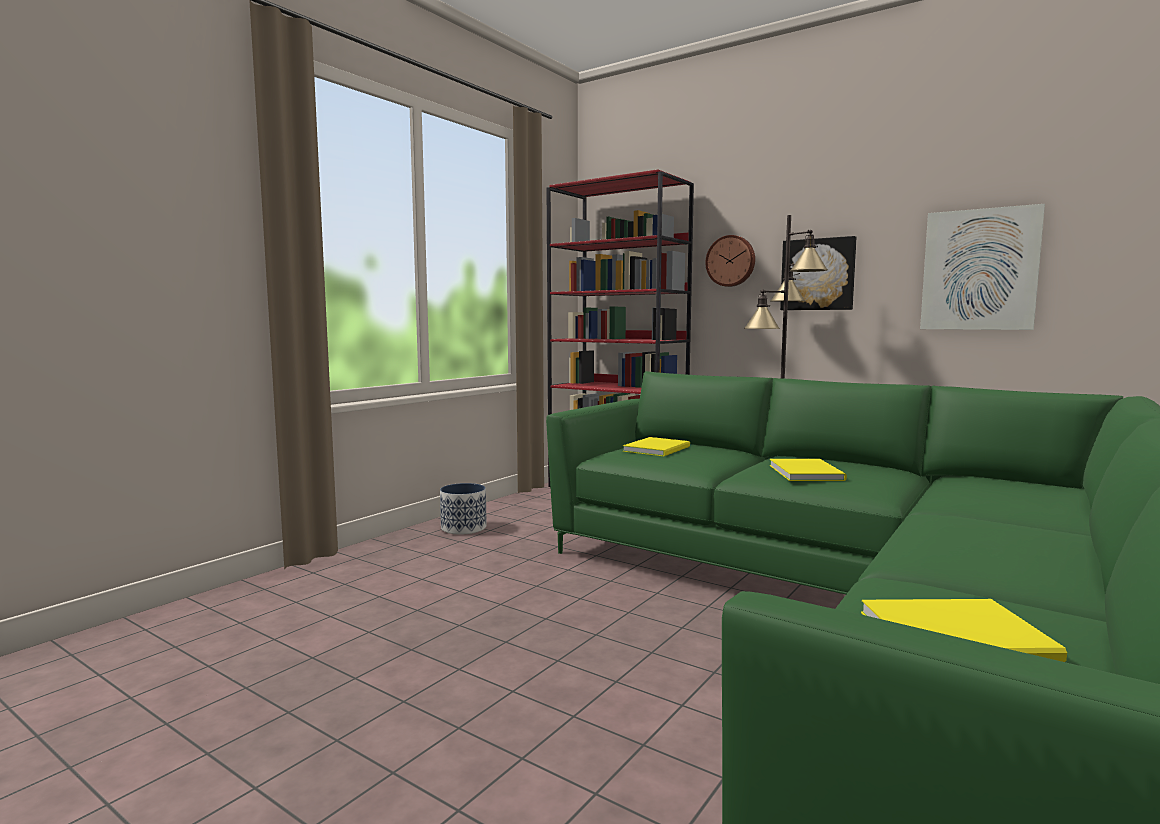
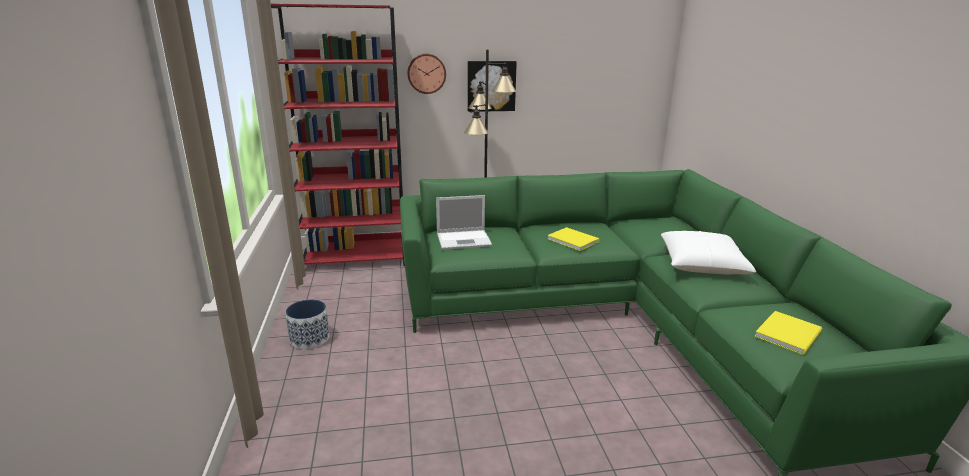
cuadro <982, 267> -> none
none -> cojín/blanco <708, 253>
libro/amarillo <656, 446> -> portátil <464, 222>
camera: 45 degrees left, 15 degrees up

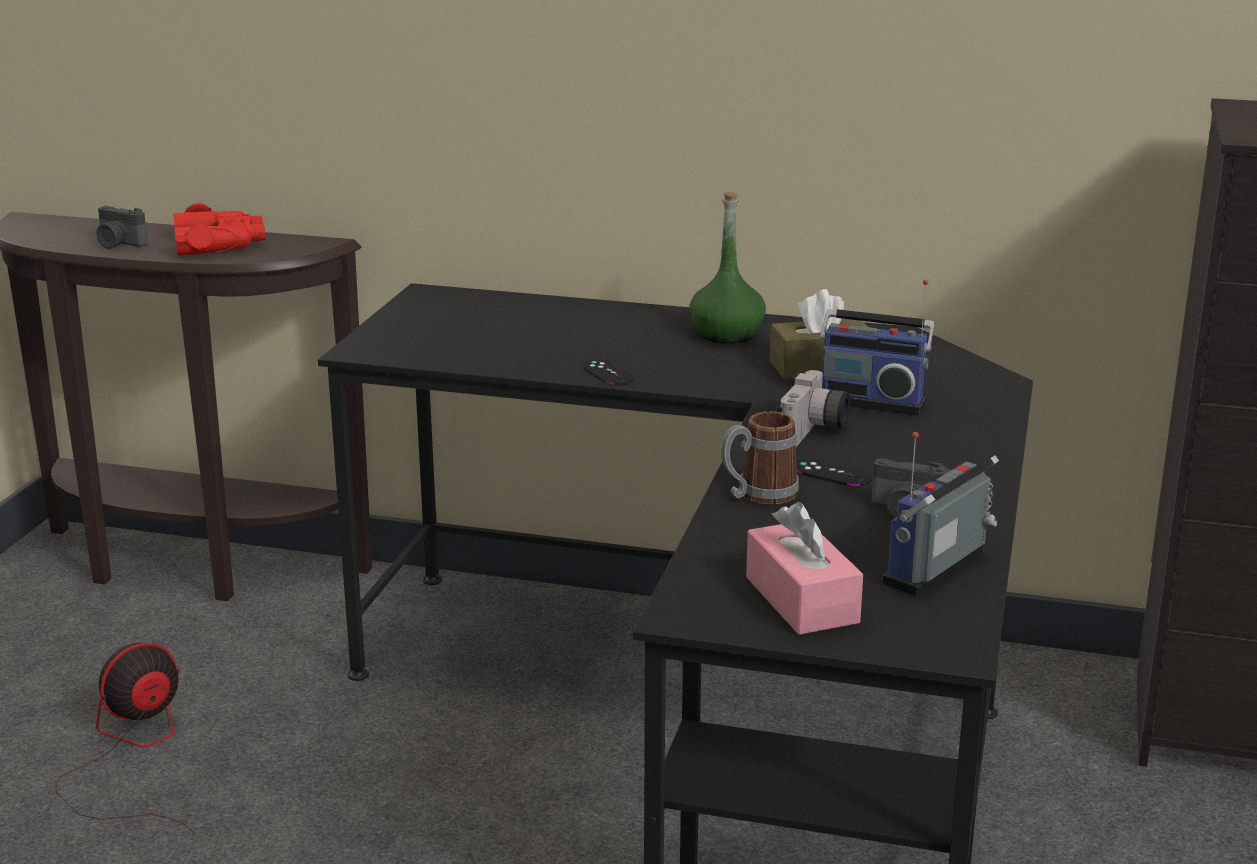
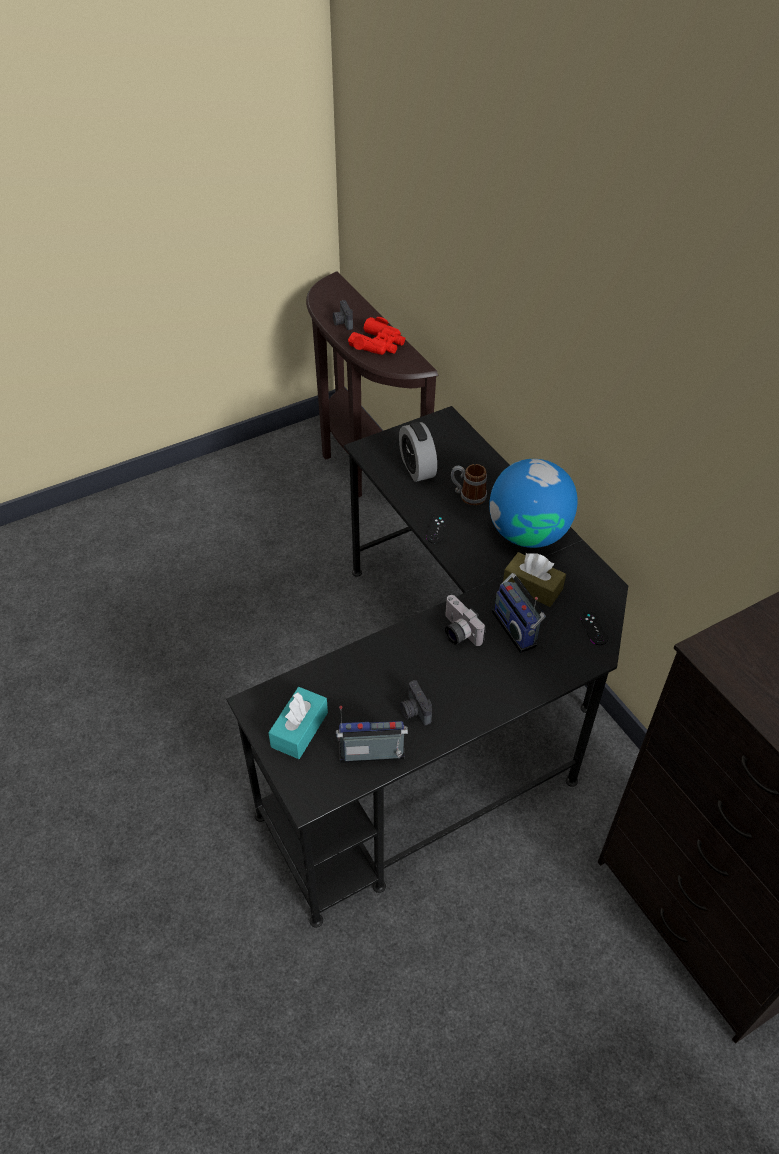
ventilador <125, 738> -> none
none -> despertador <418, 452>
taza grande <760, 457> -> taza grande <469, 484>, move
mando de consola/negro <834, 472> -> mando de consola/negro <594, 628>, move
botella/verde <727, 267> -> globo terráqueo <533, 503>
caja de pañuelos/rosa <804, 568> -> caja de pañuelos/turquesa <298, 723>
cámara <813, 408> -> cámara <465, 620>, 75 degrees clockwise
camera: 45 degrees right, 25 degrees up

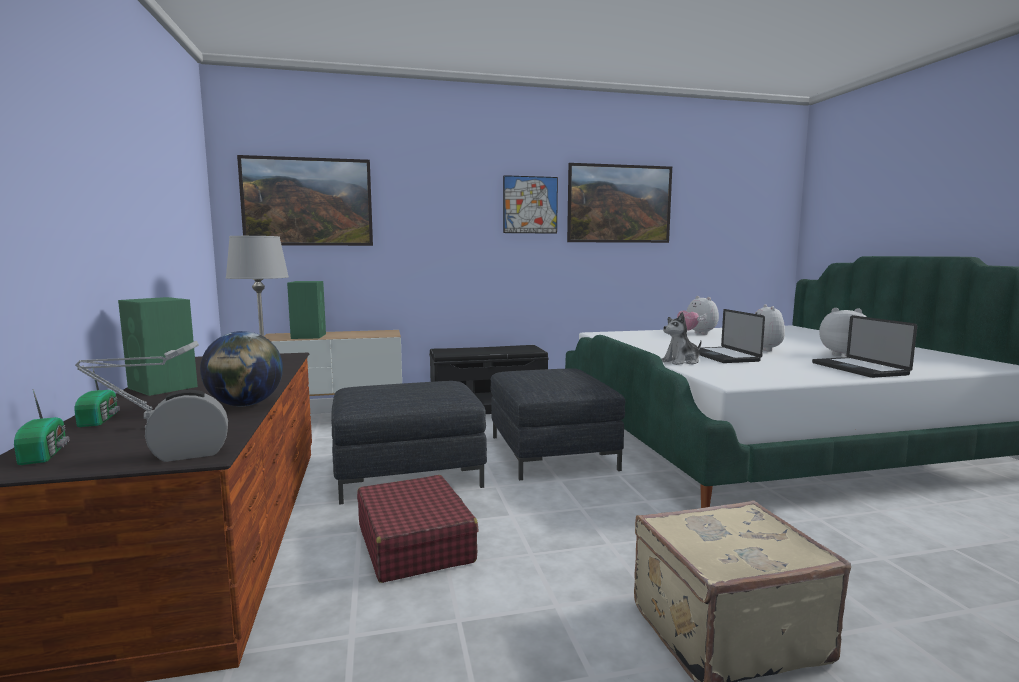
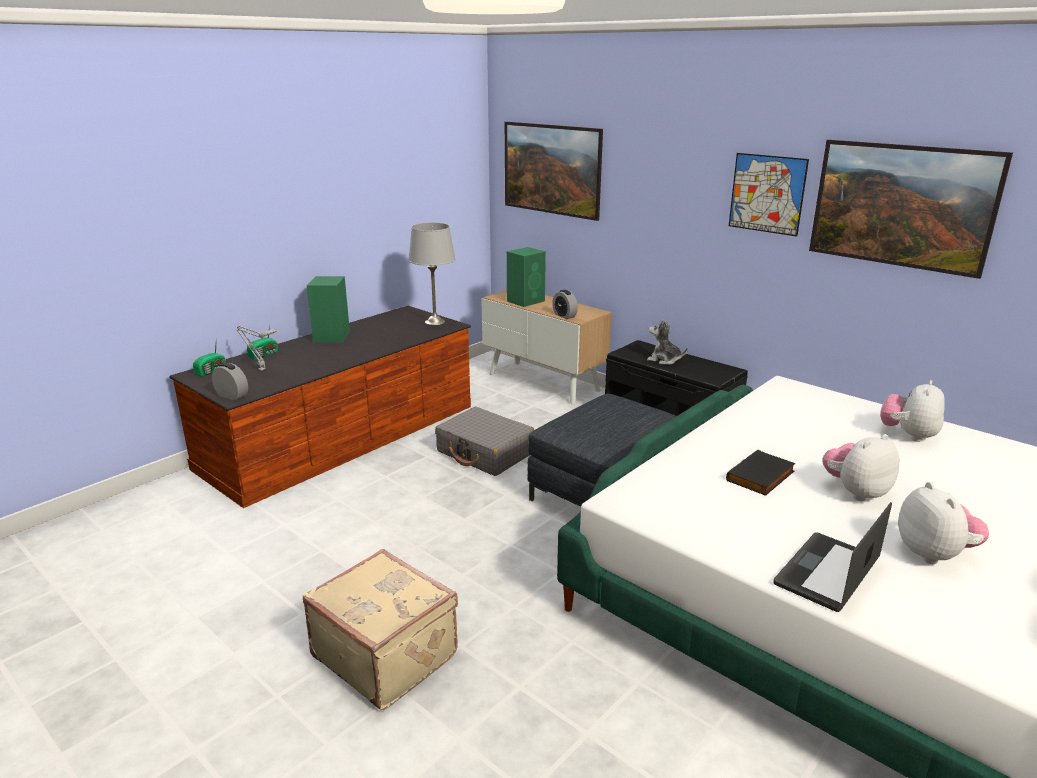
globo terráqueo <241, 368> -> none
maleta/rojo <417, 529> -> none
none -> despertador <565, 304>
peluche <681, 338> -> peluche <667, 342>, move
puf/gris <409, 443> -> maleta/gris <484, 441>
portátil <732, 336> -> libro/negro <761, 473>
camera: 55 degrees right, 15 degrees up

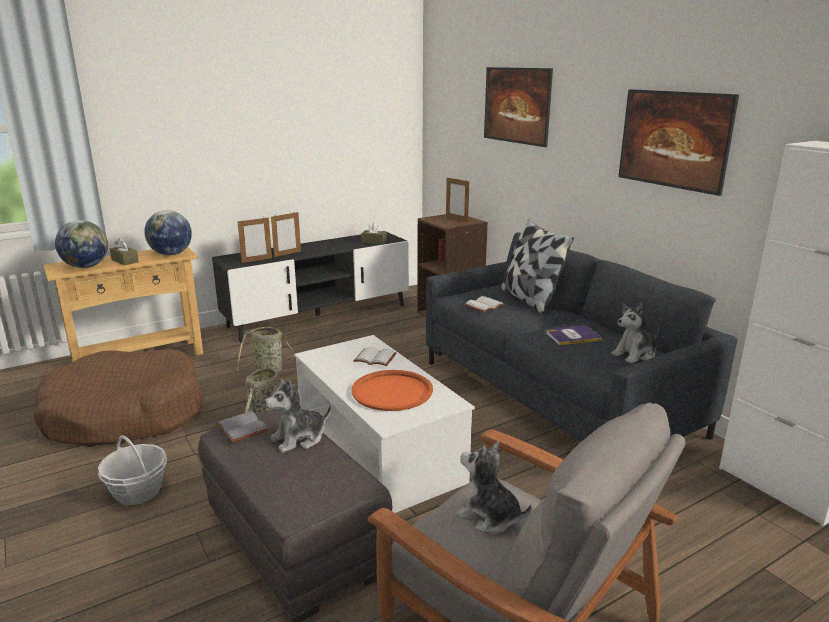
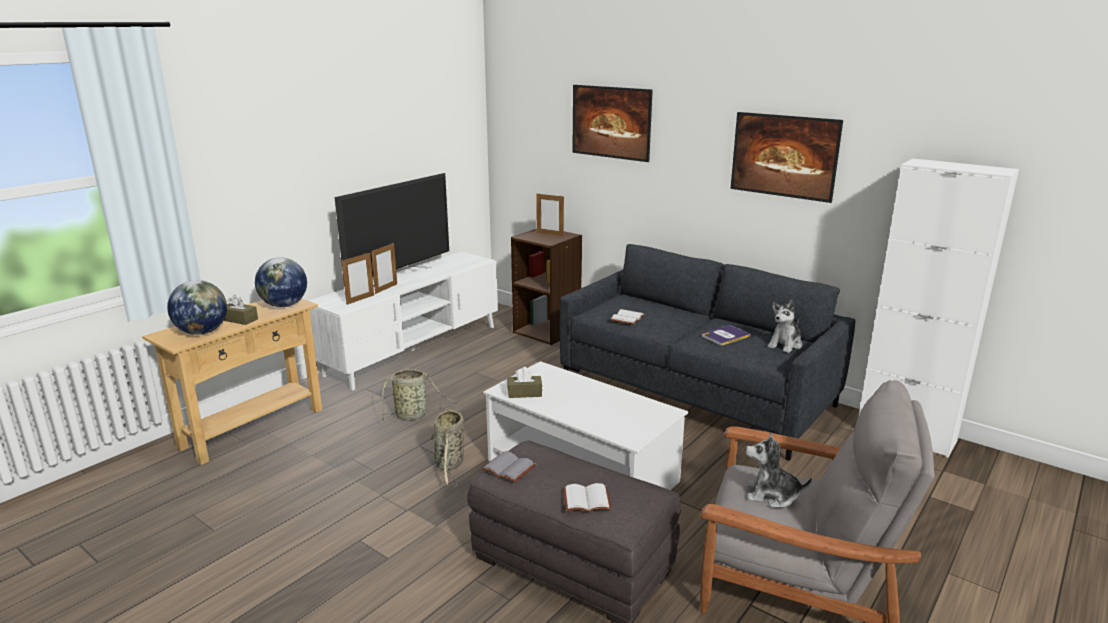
cama para perro/marrón <118, 397> -> none
cesta <132, 470> -> none
peluche <297, 415> -> none
bandeja/naranja <392, 390> -> none
cojín <537, 266> -> none
none -> televisor <392, 230>
libro/blanco <375, 356> -> libro/blanco <587, 497>, move
caja de pañuelos/marrón <374, 233> -> caja de pañuelos/marrón <524, 382>, move
mueble de televisión/negro <310, 286> -> mueble de televisión/blanco <403, 321>
camera: 20 degrees left, 0 degrees up

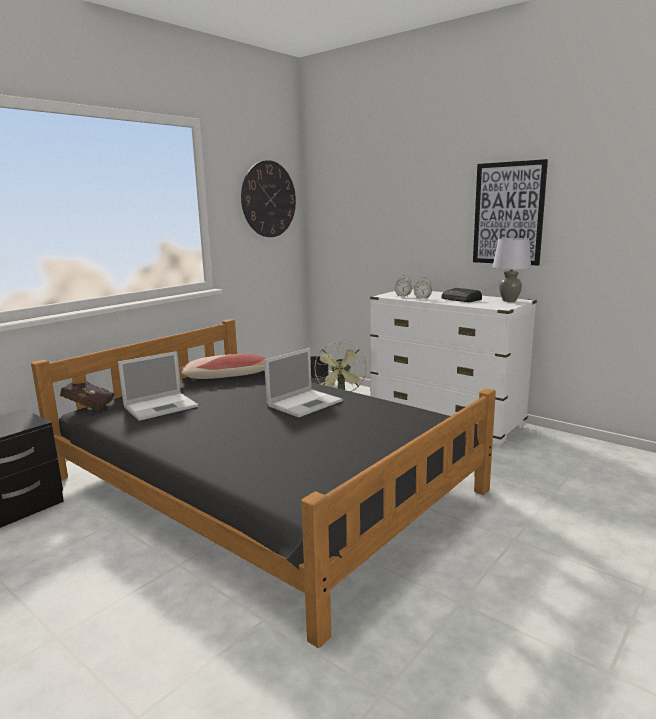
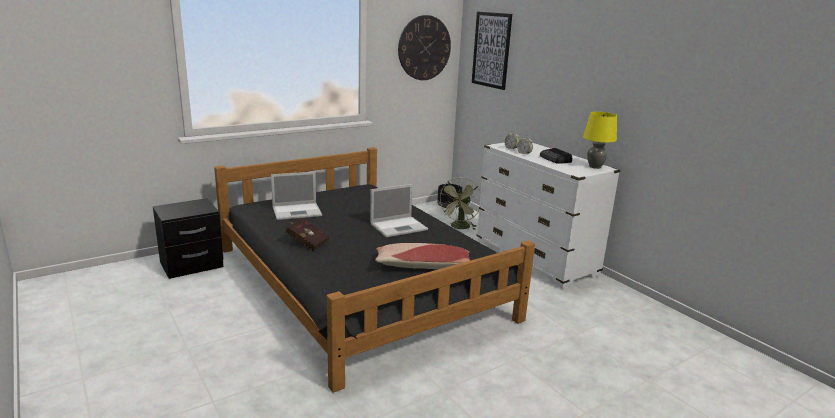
libro/rojo <87, 396> -> libro/rojo <307, 234>, move
cojín <222, 366> -> cojín <422, 256>, move
cuadro <510, 212> -> cuadro <492, 51>, move
lámpara de mesa/gris <512, 270> -> lámpara de mesa/amarillo <600, 140>
camera: 15 degrees right, 5 degrees up

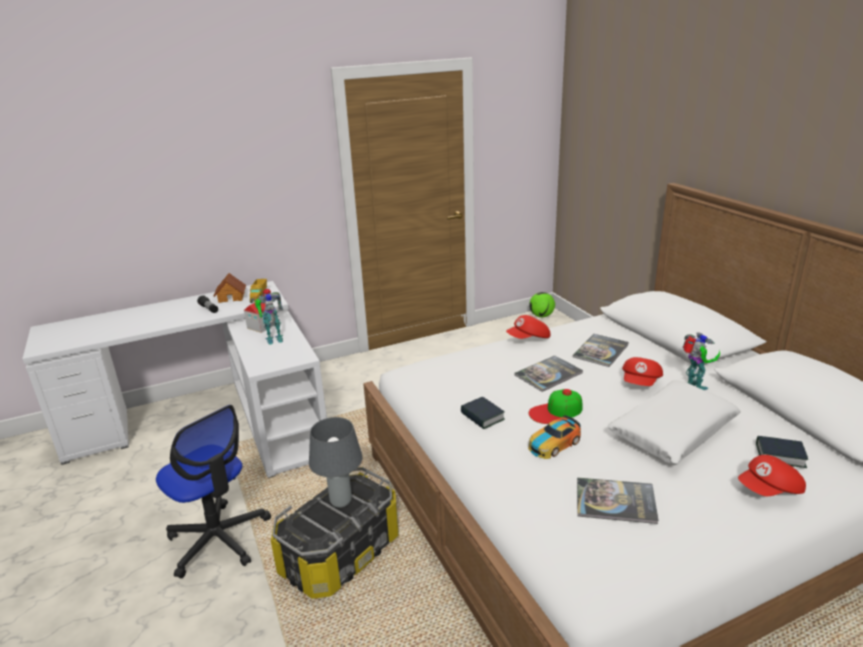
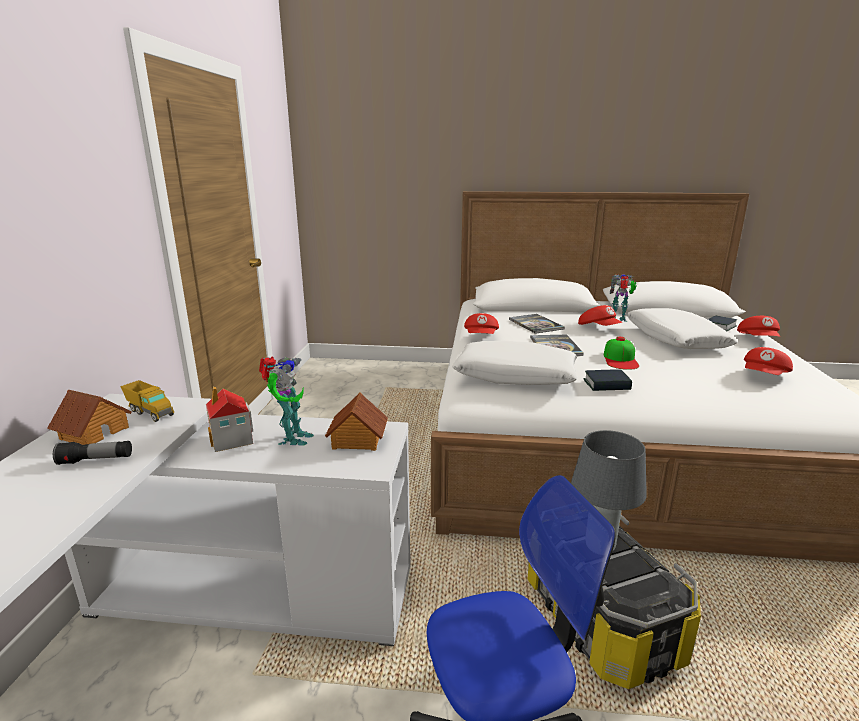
coche de juguete <554, 437> -> none
balón de fútbol <542, 304> -> none
none -> casita <356, 422>
none -> cojín/blanco <515, 363>
libro <618, 500> -> gorra/rojo <768, 361>
camera: 60 degrees left, 5 degrees down

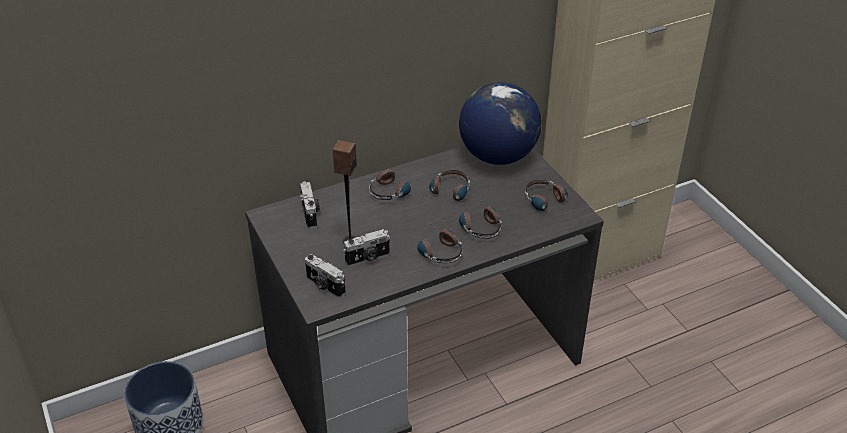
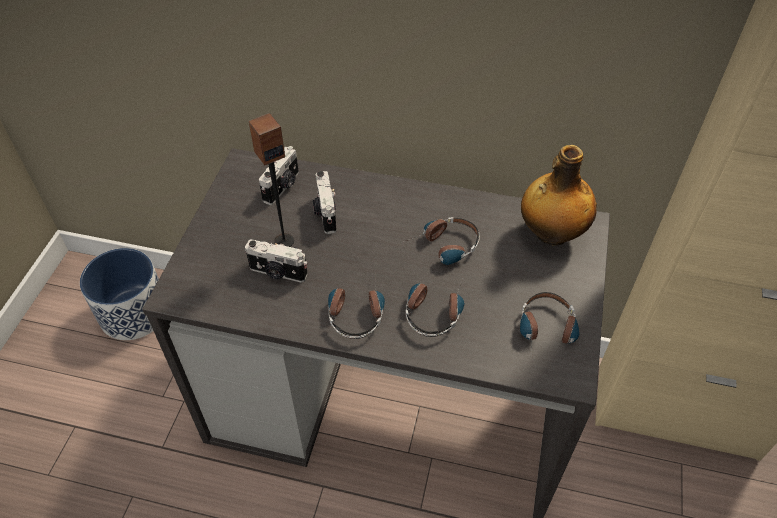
auriculares <395, 184> -> none
cámara <325, 276> -> cámara <324, 202>, move
globo terráqueo <500, 123> -> botella <559, 195>
camera: 40 degrees right, 10 degrees up

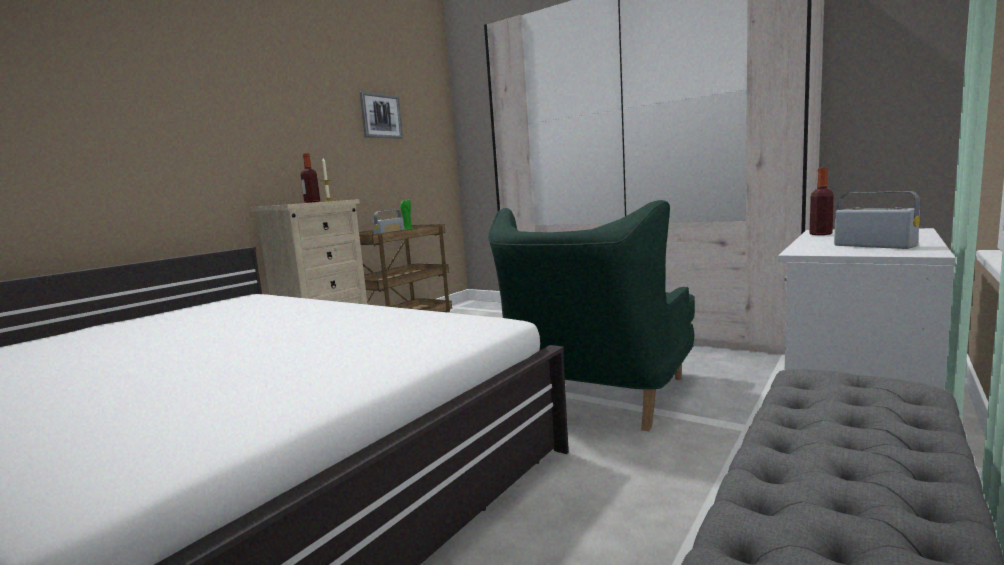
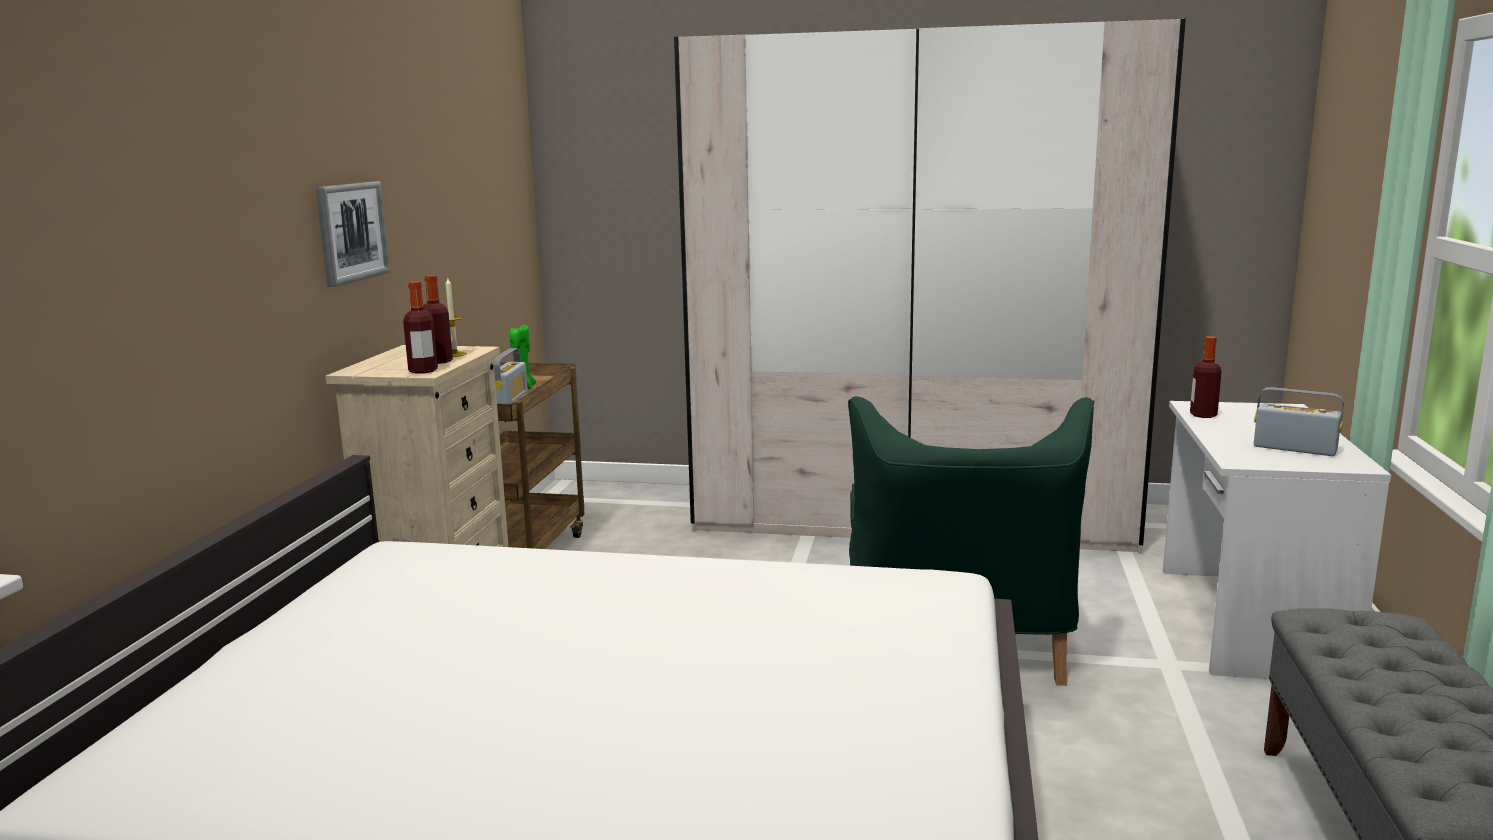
none -> botella <420, 327>
cuadro <381, 115> -> cuadro <353, 234>, move
camera: 25 degrees left, 5 degrees up

